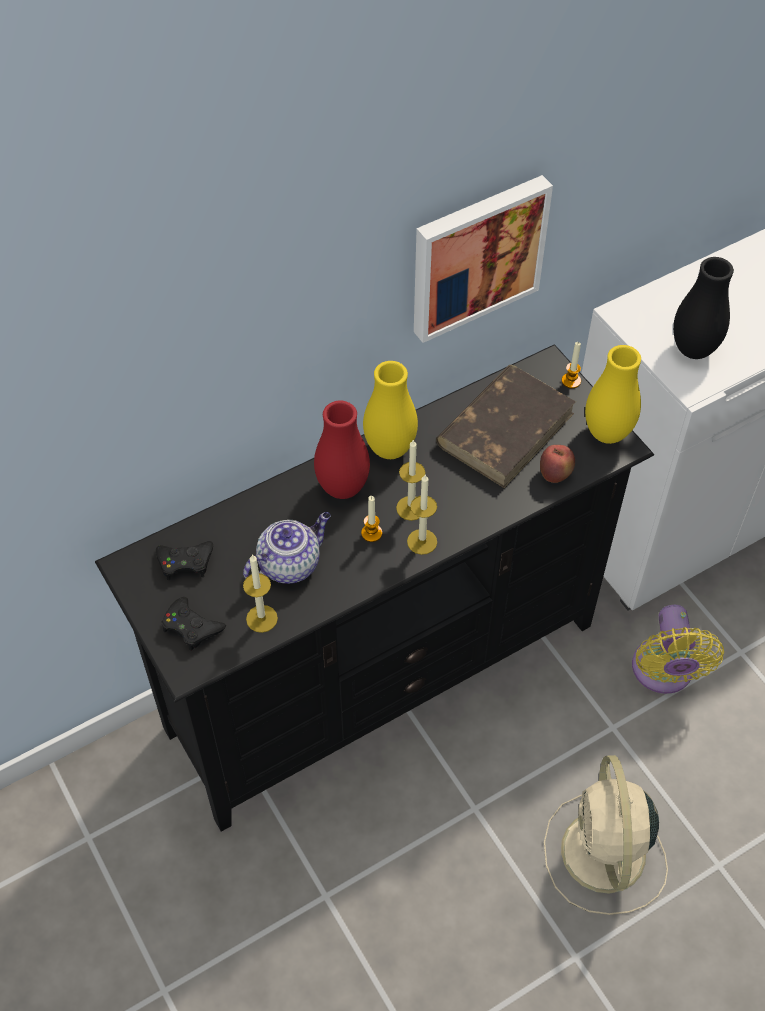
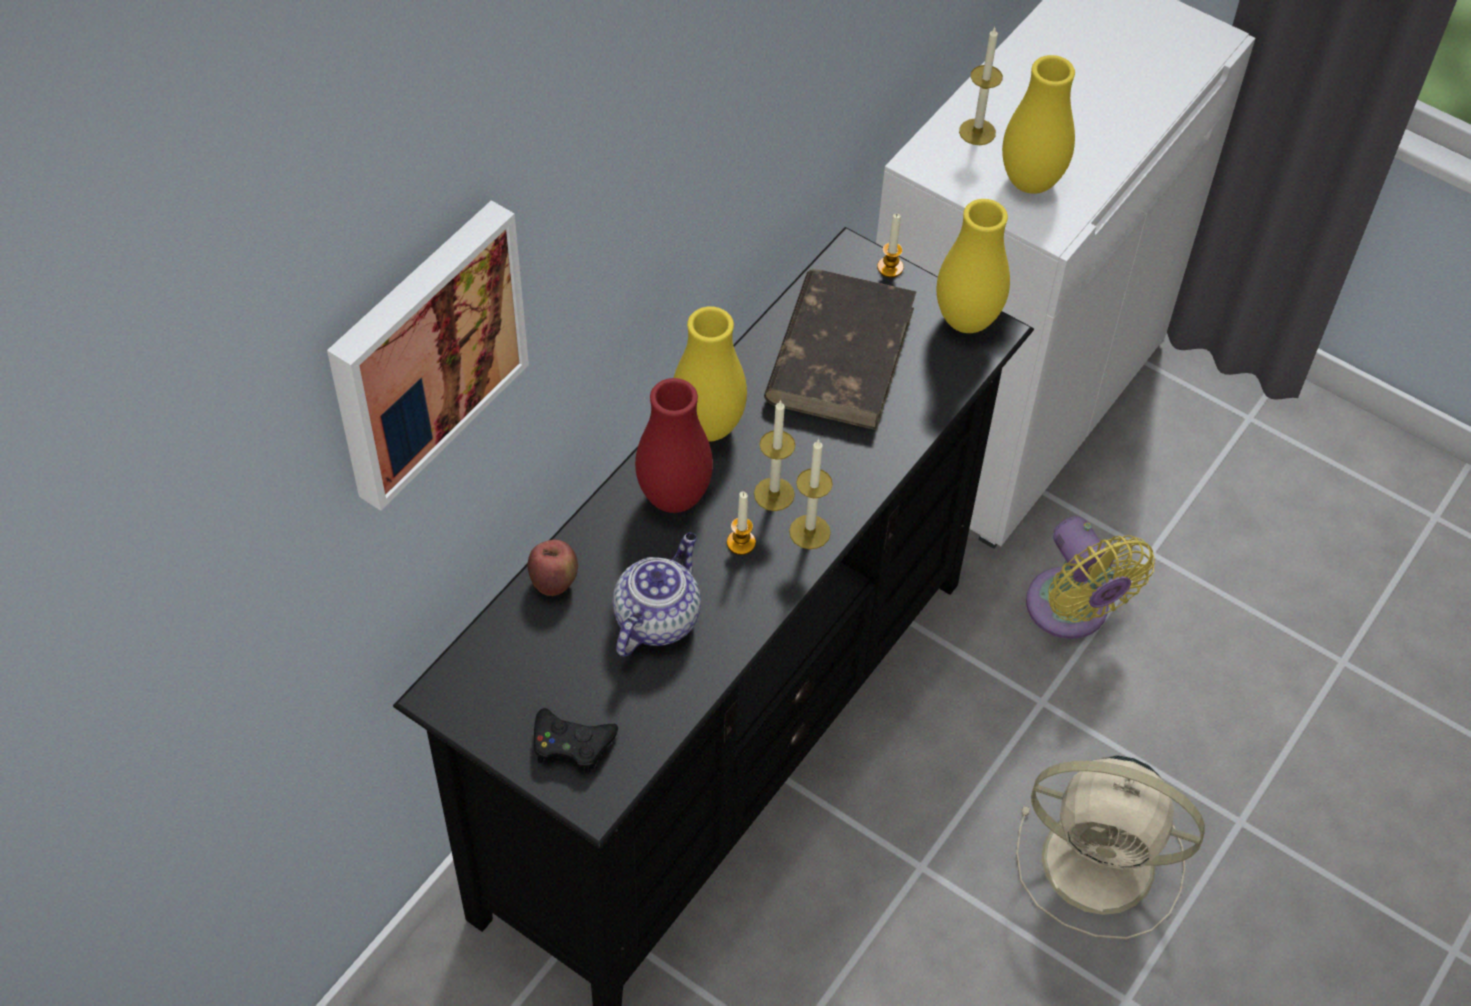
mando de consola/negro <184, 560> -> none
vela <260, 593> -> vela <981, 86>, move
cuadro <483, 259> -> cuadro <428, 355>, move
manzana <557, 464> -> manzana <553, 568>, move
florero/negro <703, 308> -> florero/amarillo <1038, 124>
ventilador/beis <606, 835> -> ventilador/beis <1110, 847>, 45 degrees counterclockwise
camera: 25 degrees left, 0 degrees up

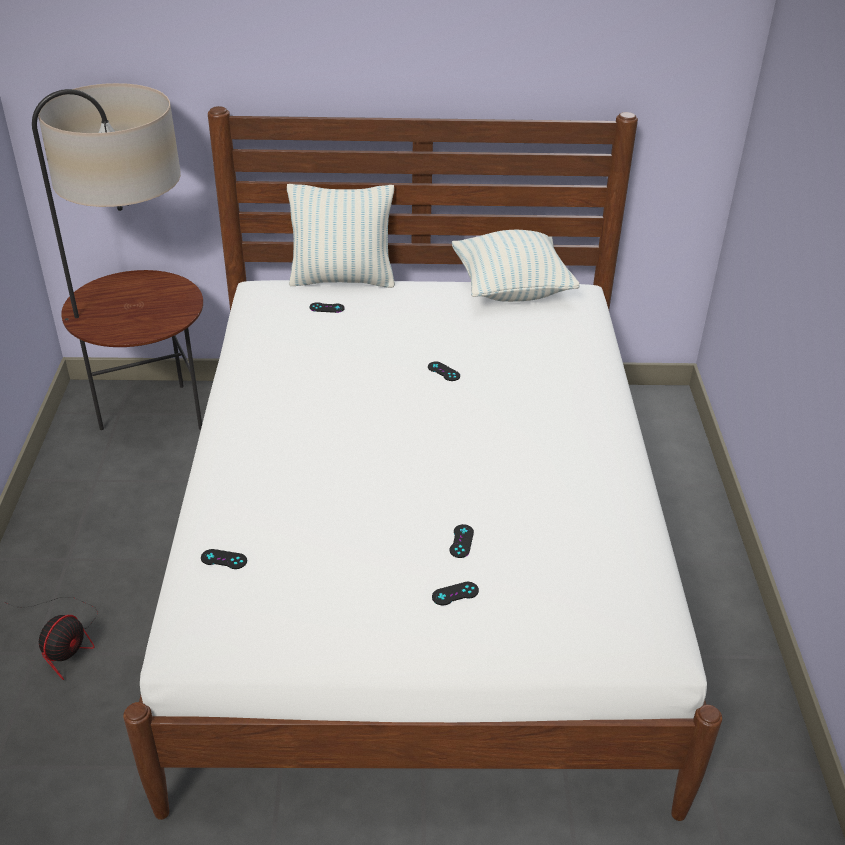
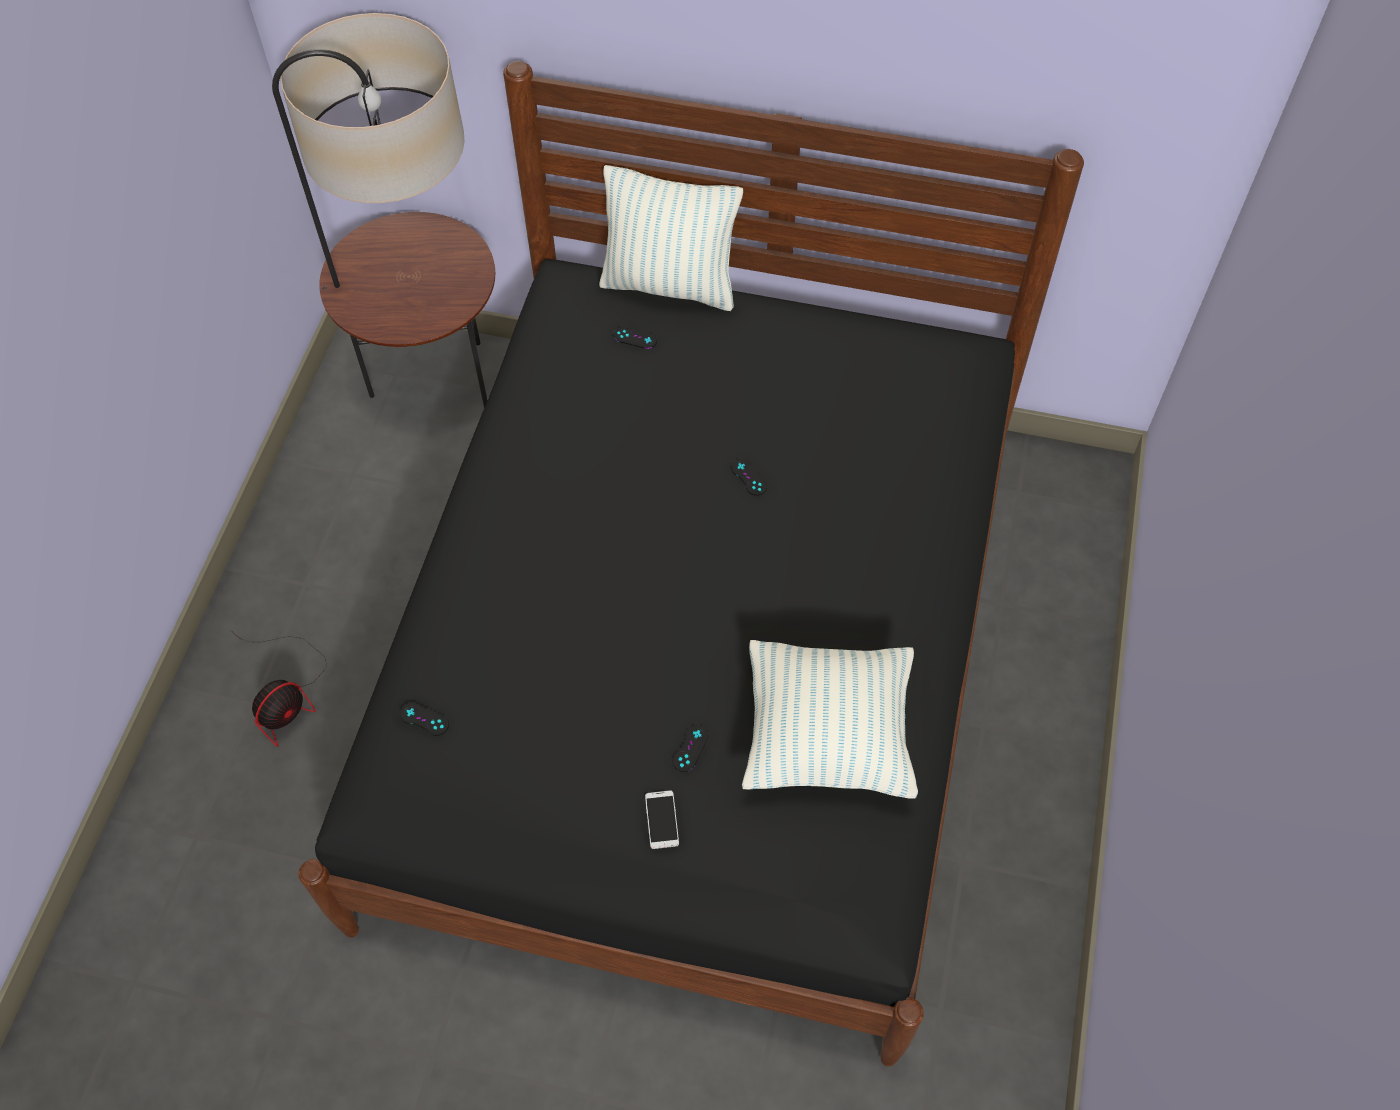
cojín <516, 266> -> cojín <830, 719>, move
mando de consola/negro <455, 594> -> móvil <662, 819>
cama/blanco <422, 463> -> cama/negro <691, 564>
camera: 15 degrees right, 20 degrees up

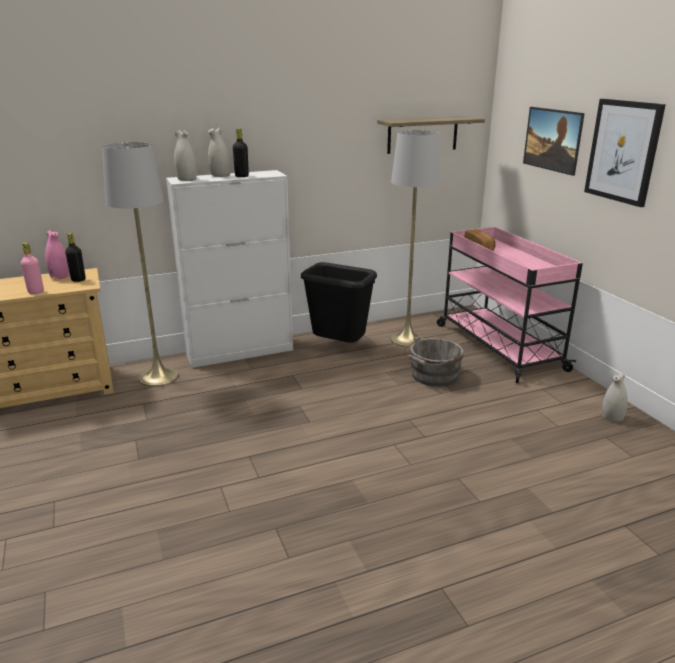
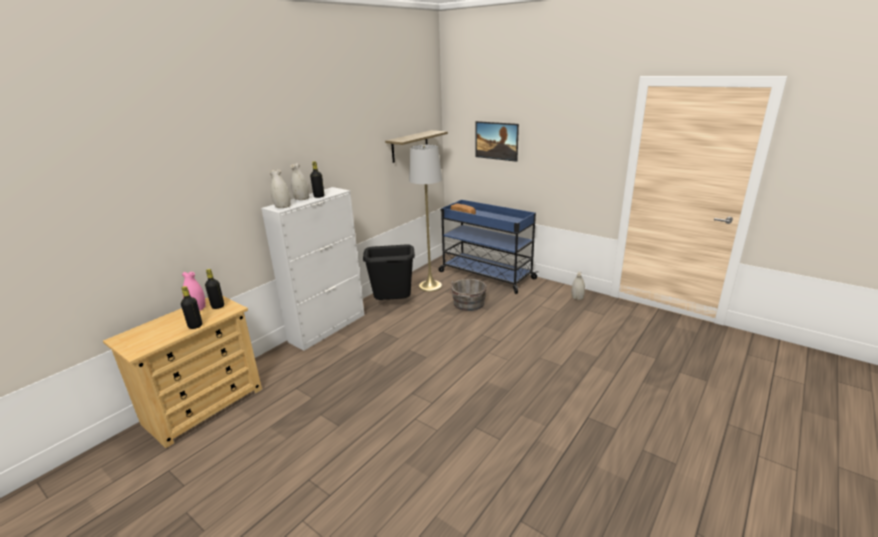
lámpara de pie/gris <140, 264> -> none
cuadro <625, 153> -> none
botella/rosa <32, 268> -> botella/negro <191, 307>
carrito/rosa <510, 305> -> carrito/azul <488, 247>
camera: 30 degrees left, 0 degrees up

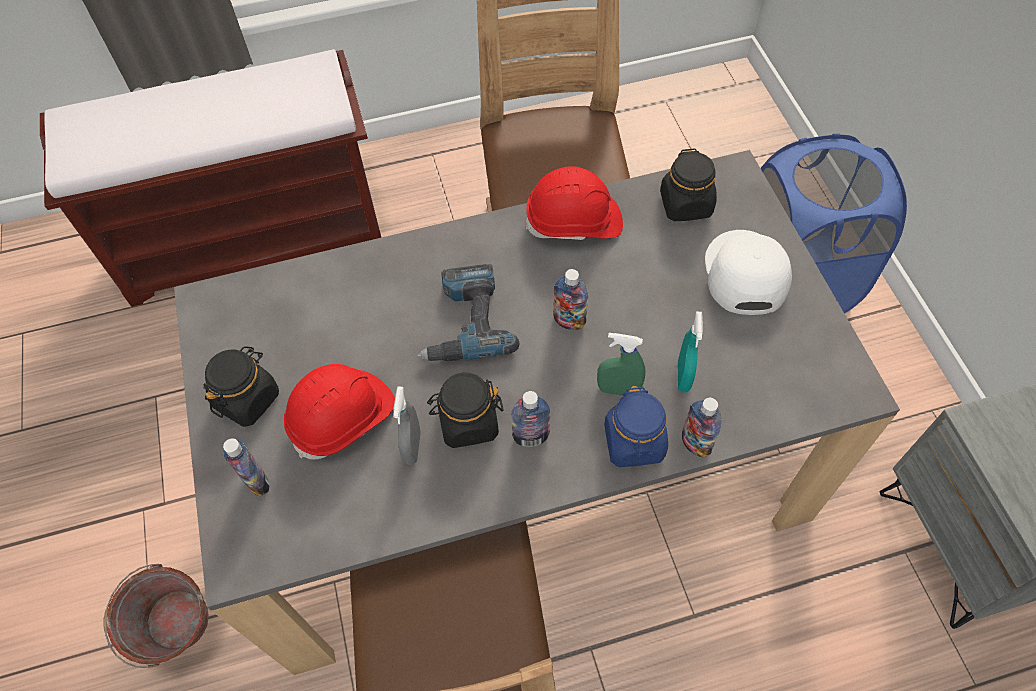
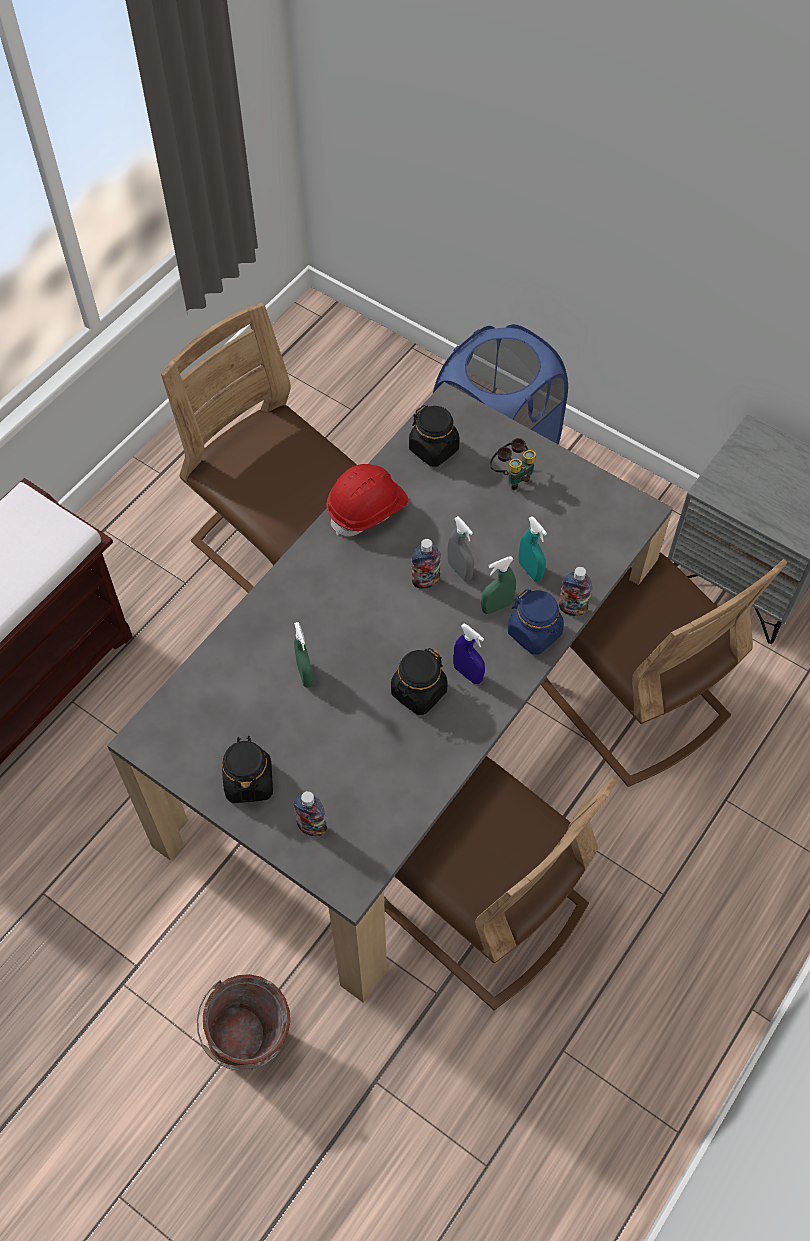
casco/rojo <339, 412> -> none
taladro <468, 312> -> none
none -> pulverizador/verde <304, 655>
none -> silla/marrón <664, 669>
pulverizador/gris <407, 426> -> pulverizador/gris <460, 548>, move
botella <530, 419> -> pulverizador/azul <469, 653>
gorra/blanco <748, 272> -> prismáticos <513, 464>
camera: 40 degrees left, 0 degrees up

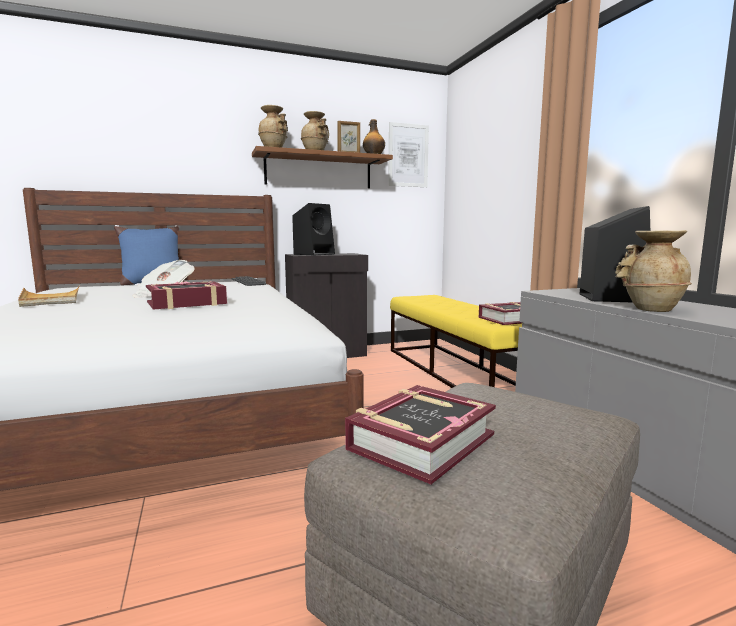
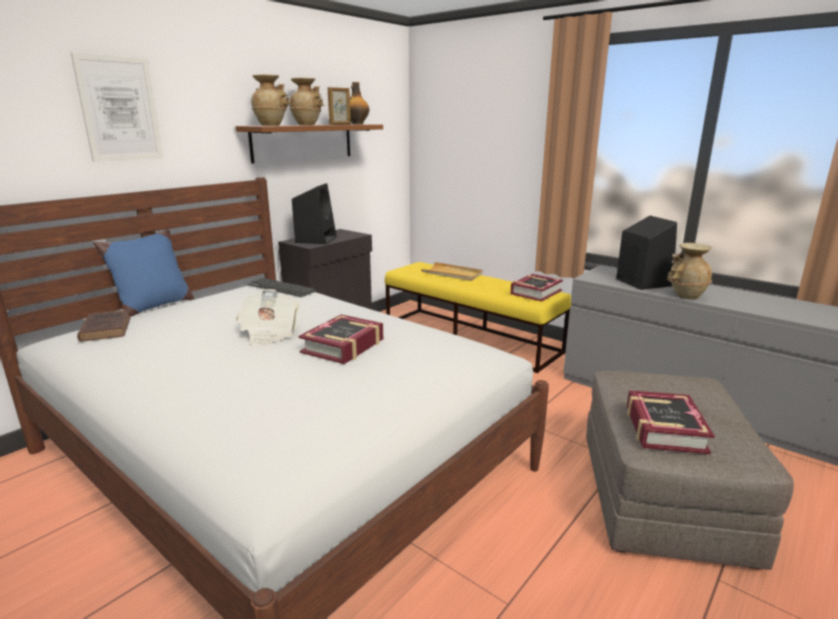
none -> libro/marrón <104, 326>
bandeja/beis <49, 296> -> bandeja/beis <452, 271>, move
cuadro <408, 154> -> cuadro <117, 107>, move
camera: 30 degrees left, 10 degrees up

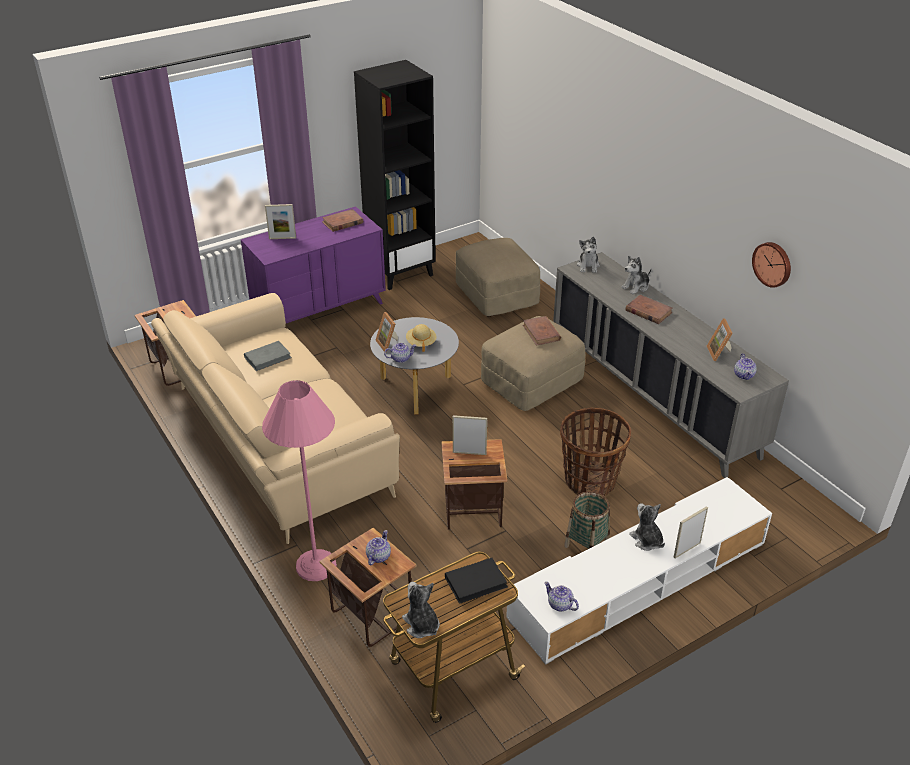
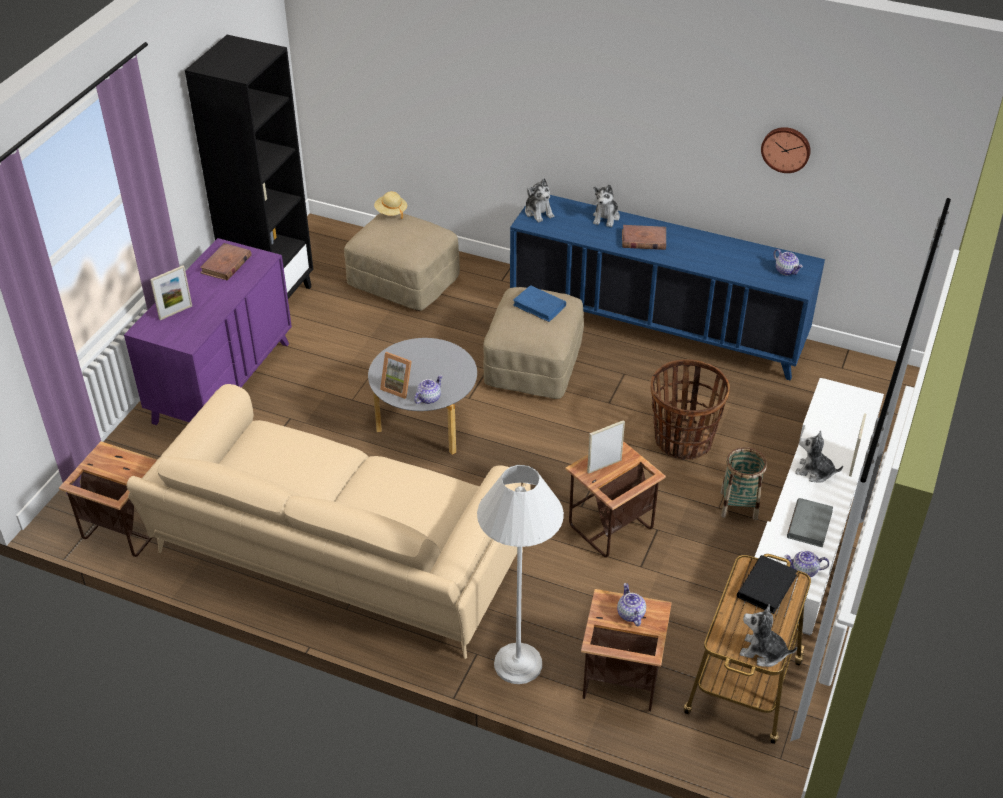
portarretratos <720, 339> -> none
libro/gris <268, 356> -> libro/gris <810, 522>, move
sombrero/beis <421, 338> -> sombrero/beis <390, 205>, move
lámpara de pie/rosa <299, 480> -> lámpara de pie/blanco <520, 574>
libro/marrón <542, 331> -> libro/azul <539, 303>
armario/gris <671, 365> -> armario/azul <667, 288>
camera: 35 degrees left, 5 degrees up

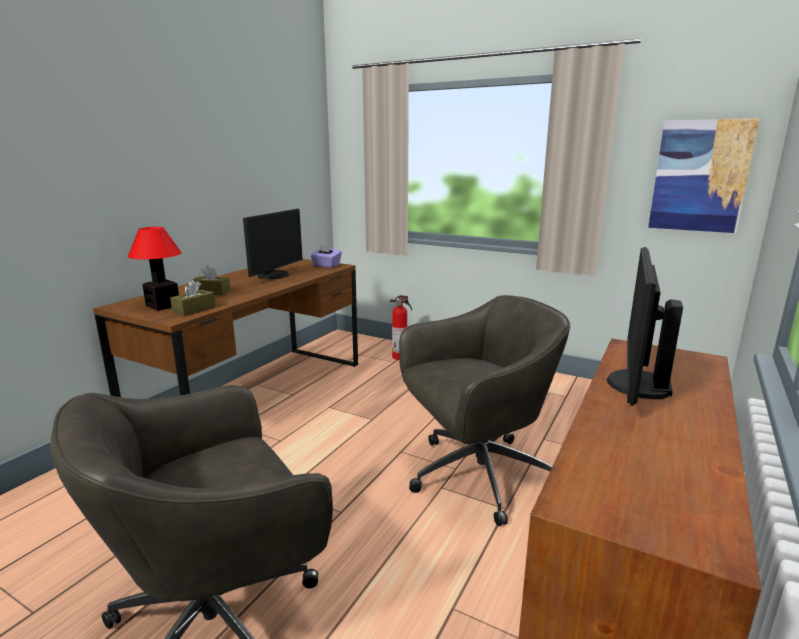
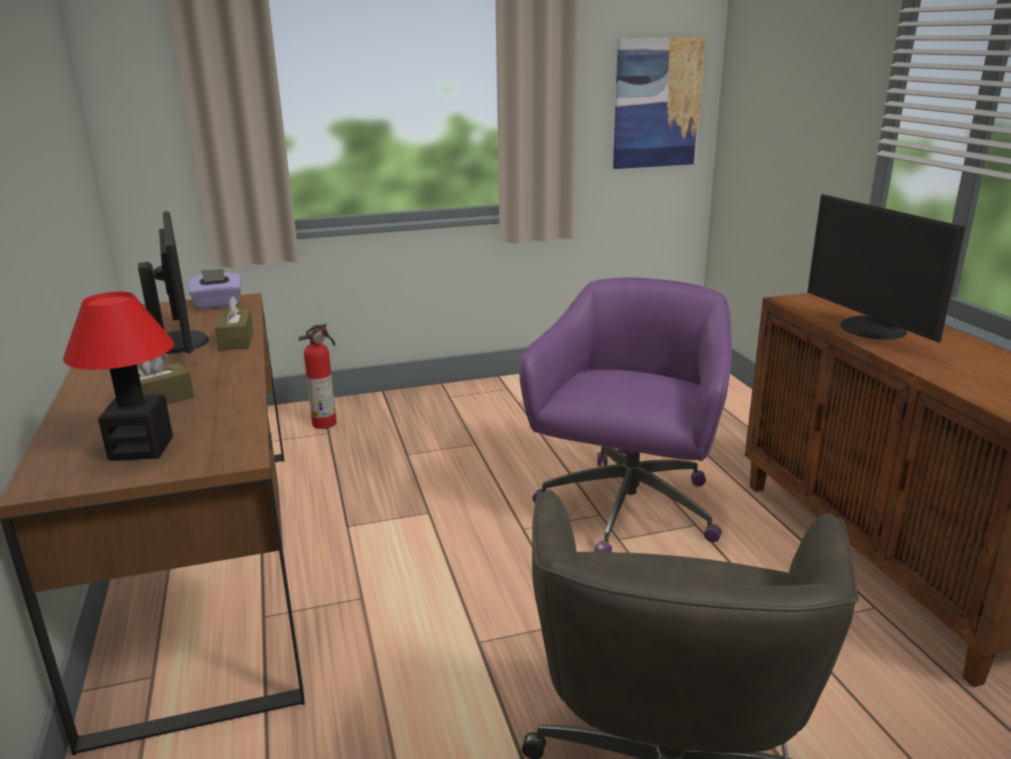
caja de pañuelos/marrón <192, 298> -> caja de pañuelos/marrón <234, 323>, move
silla de oficina/gris <484, 410> -> silla de oficina/morado <625, 414>
camera: 45 degrees left, 5 degrees up

